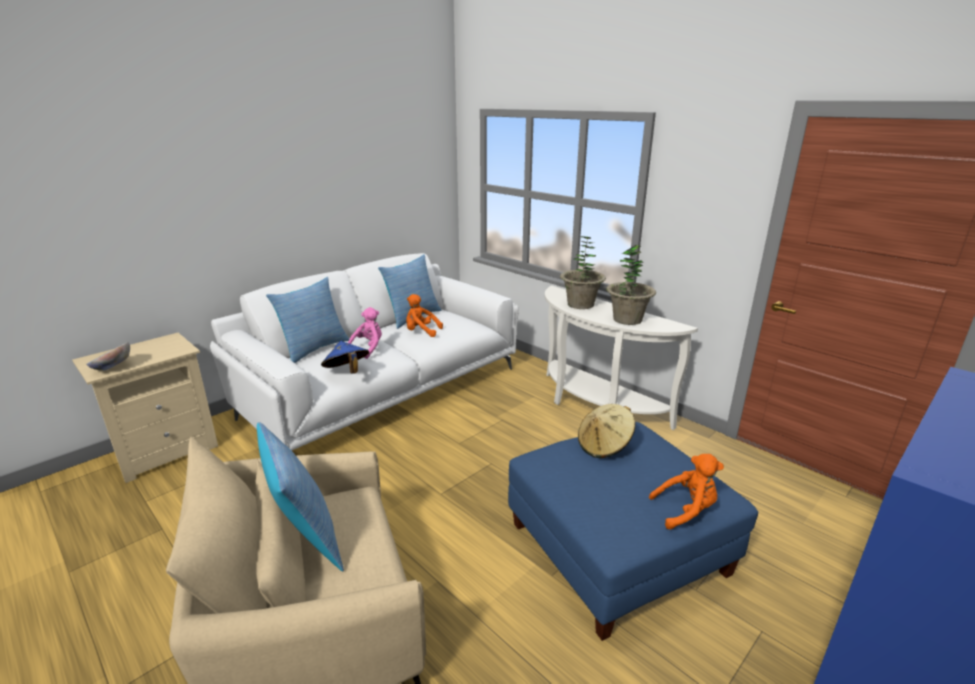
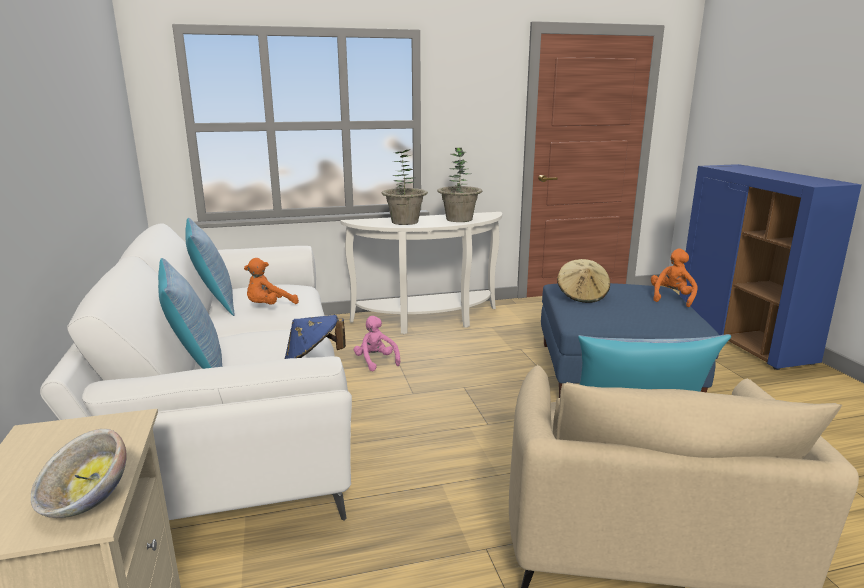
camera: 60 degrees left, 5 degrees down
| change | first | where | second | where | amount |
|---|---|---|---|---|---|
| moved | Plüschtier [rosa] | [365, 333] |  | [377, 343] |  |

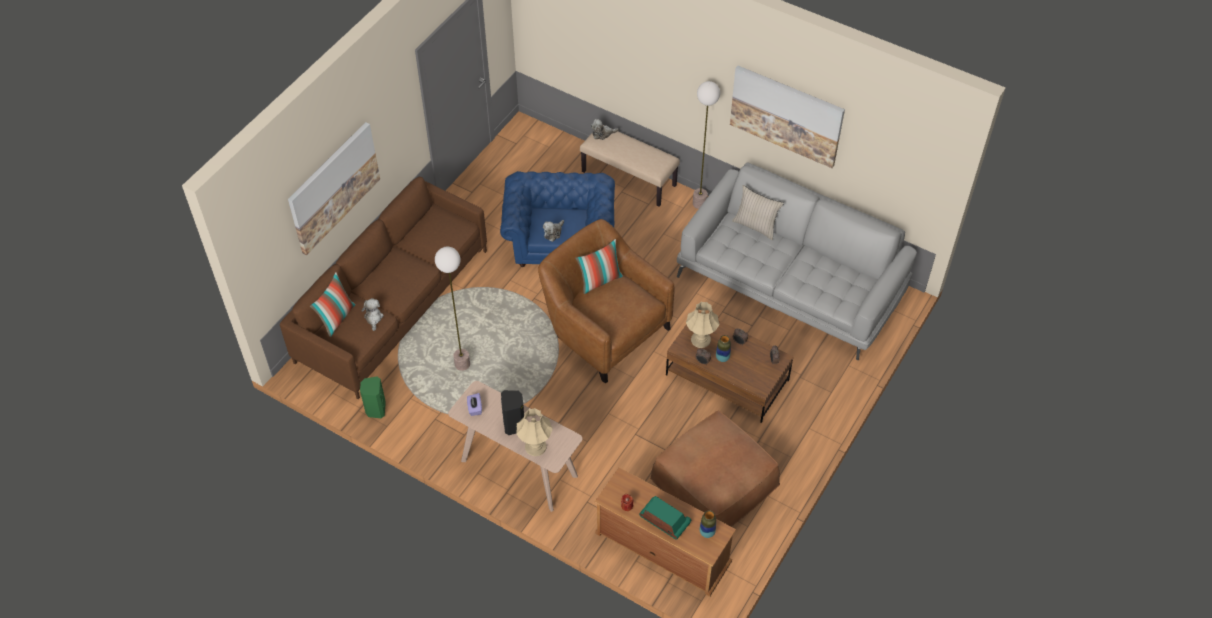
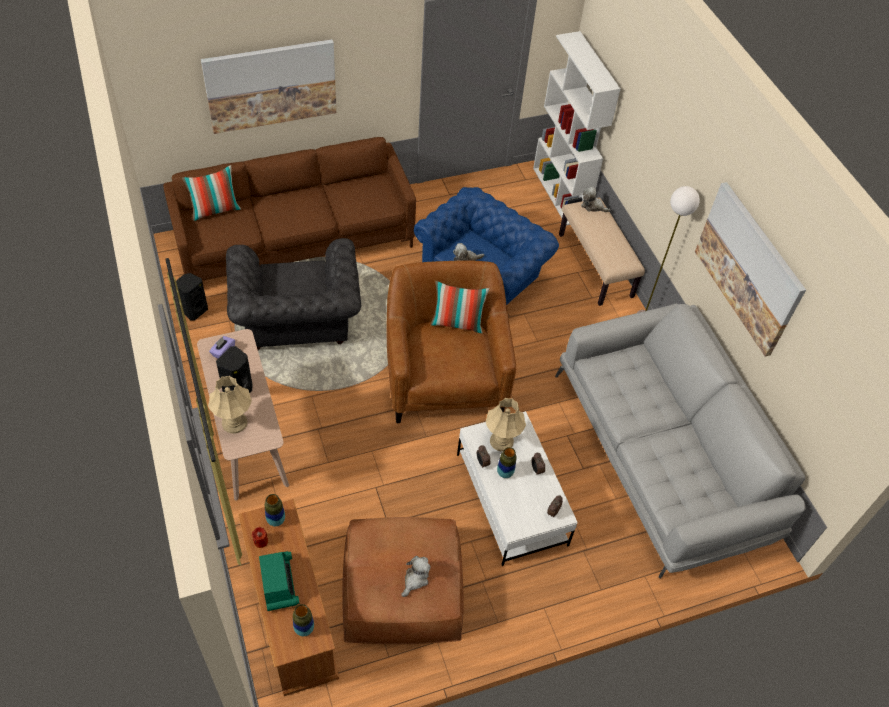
camera: 35 degrees right, 0 degrees up
| change | first | where | second | where | amount |
|---|---|---|---|---|---|
| recoloured | Lautsprecher [grün] | [373, 397] | Lautsprecher [schwarz] | [192, 296] |  |
| replaced | Stehlampe | [452, 309] | Sessel [grau] | [293, 294] |  |
| added |  |  | Vase | [275, 510] |  |
| moved | Plüschtier | [373, 314] |  | [416, 576] |  |
| recoloured | Couchtisch [braun] | [730, 367] | Couchtisch [weiß] | [517, 488] |  |
| added |  |  | Bücherregal [weiß] | [577, 128] |  |
| removed | Kissen [beige] | [758, 212] |  |  |  |

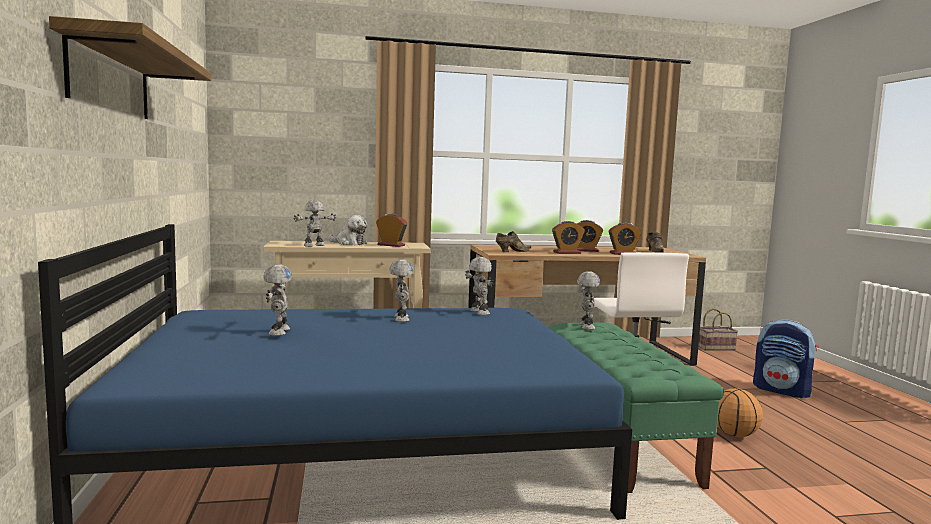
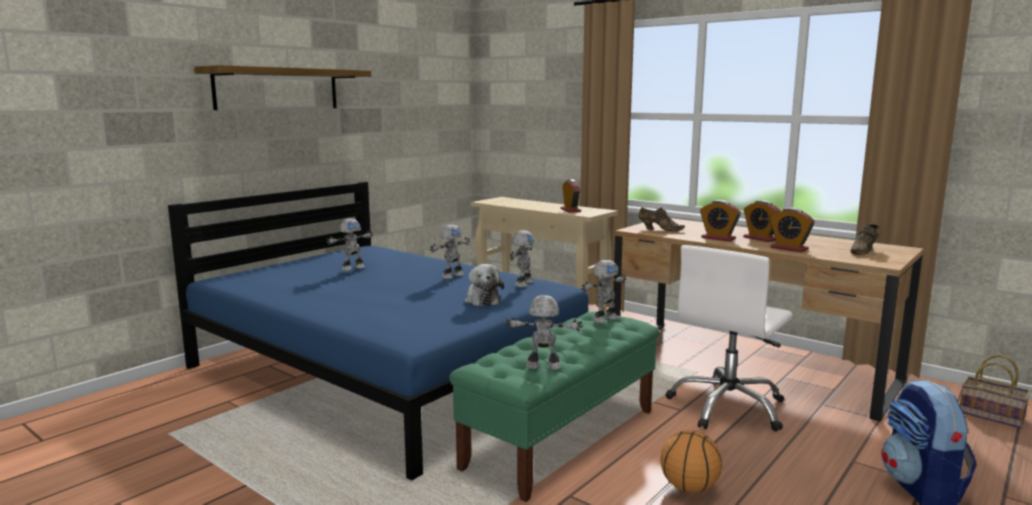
camera: 50 degrees right, 5 degrees up
| change | first | where | second | where | amount |
|---|---|---|---|---|---|
| moved | Plüschtier | [348, 230] |  | [484, 285] |  |
| moved | Spielzeugroboter | [314, 223] |  | [544, 332] |  |

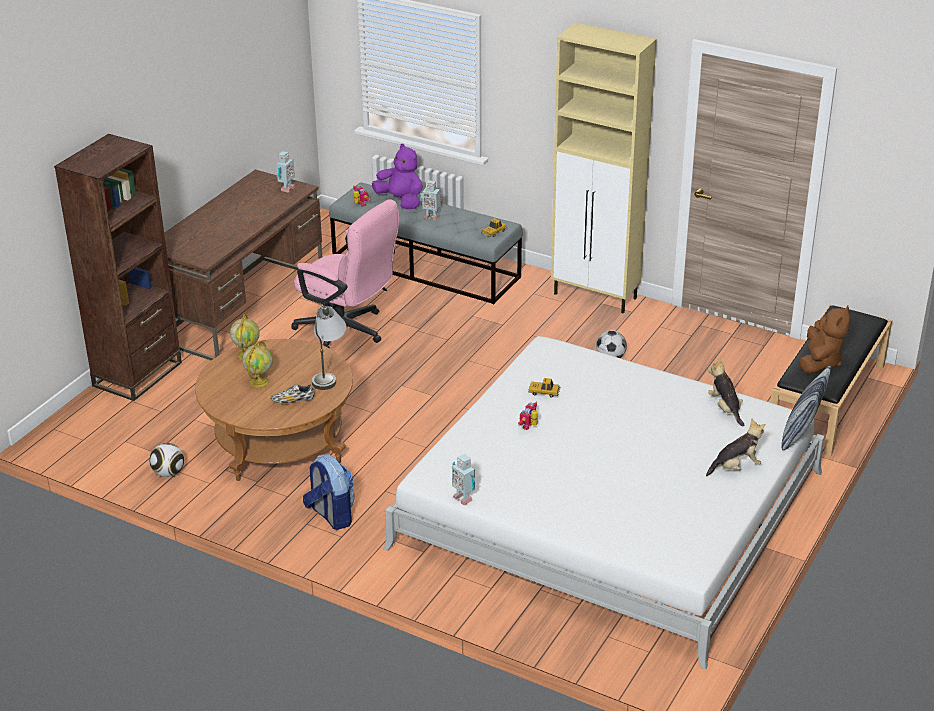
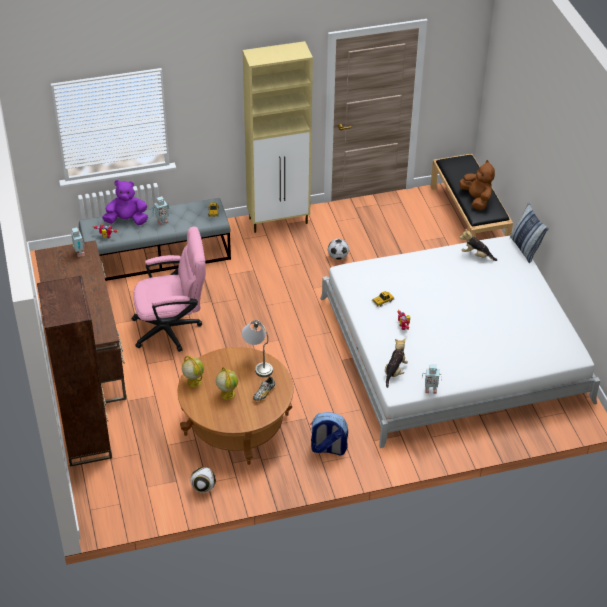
camera: 45 degrees left, 10 degrees up
| change | first | where | second | where | amount |
|---|---|---|---|---|---|
| moved | Plüschtier | [736, 447] |  | [396, 363] |  |

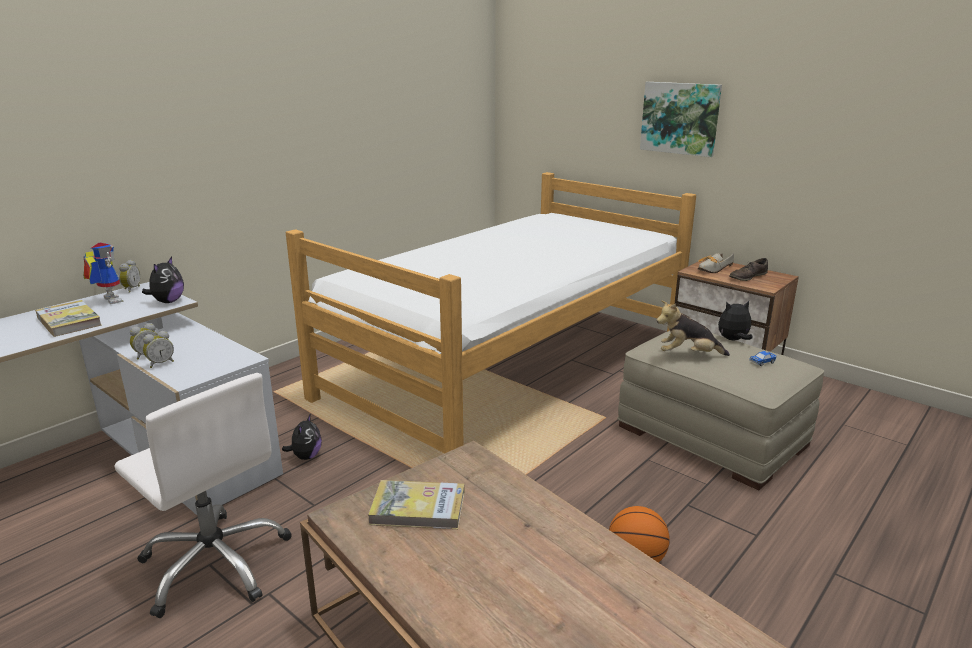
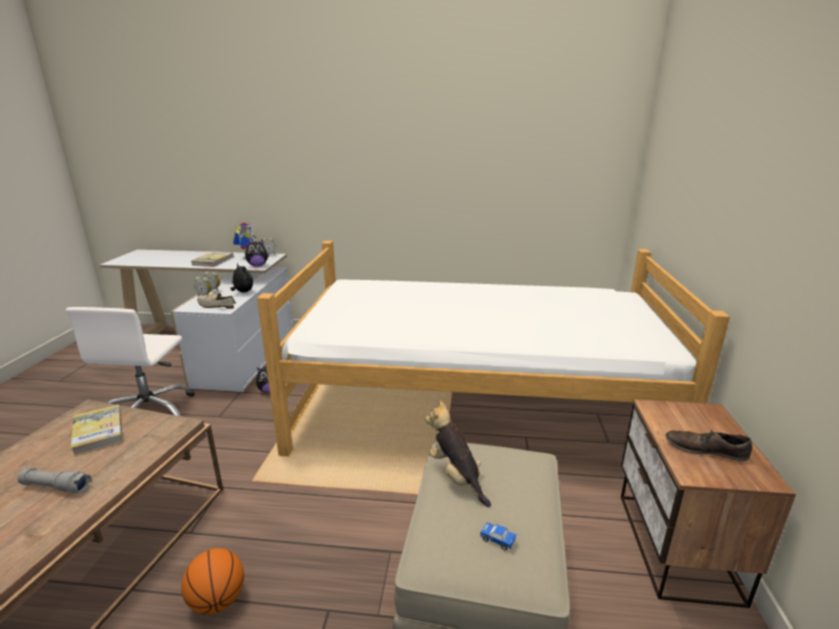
camera: 55 degrees right, 0 degrees up
| change | first | where | second | where | amount |
|---|---|---|---|---|---|
| added |  |  | Taschenlampe [grau] | [55, 480] |  |
| moved | Schuh | [716, 262] |  | [216, 301] |  |
| moved | Plüschtier | [735, 320] |  | [241, 278] |  |
| removed | Bild | [681, 119] |  |  |  |

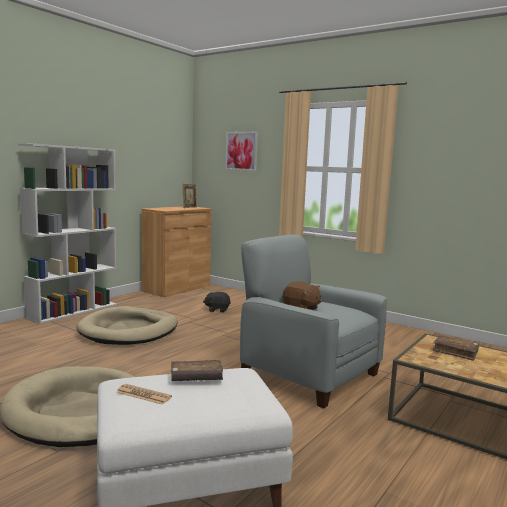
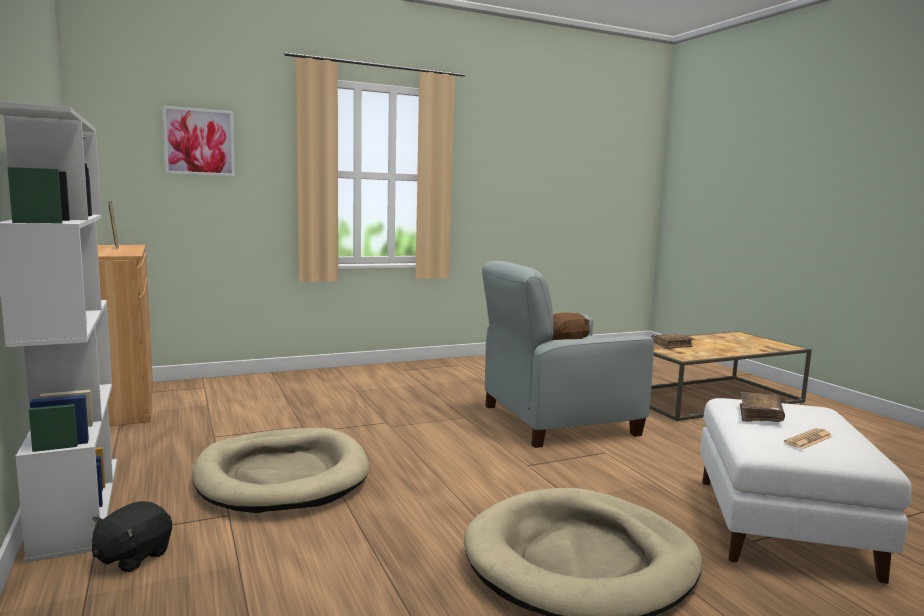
camera: 60 degrees left, 0 degrees up
| change | first | where | second | where | amount |
|---|---|---|---|---|---|
| moved | Plüschtier [schwarz] | [217, 302] |  | [132, 537] |  |

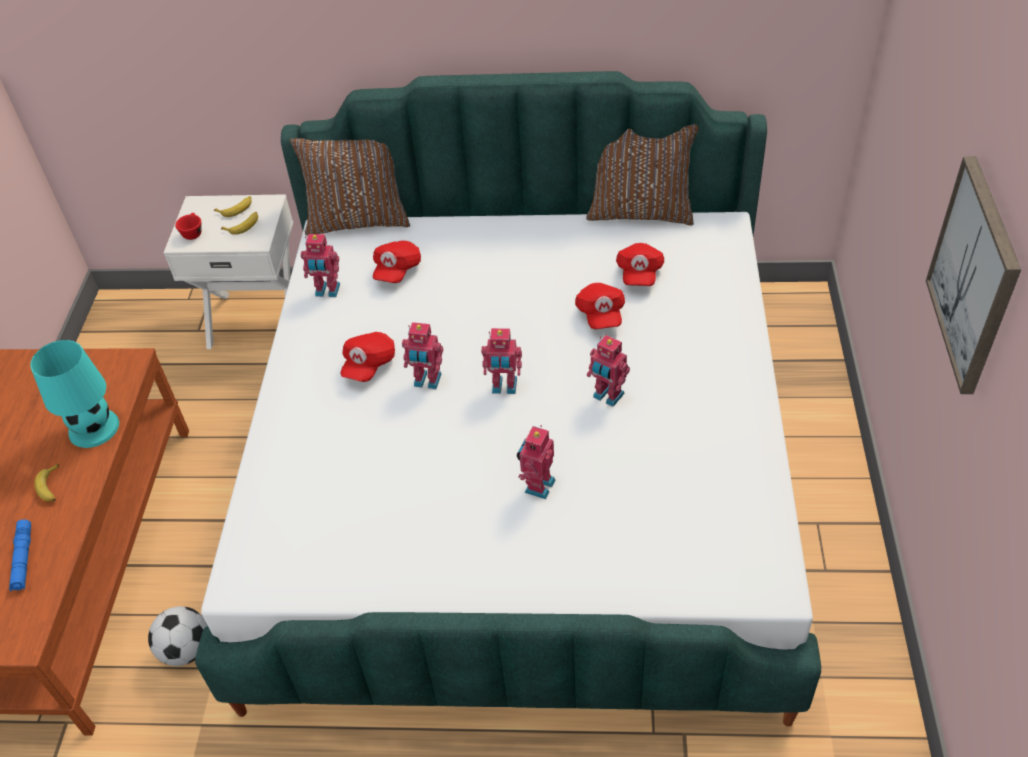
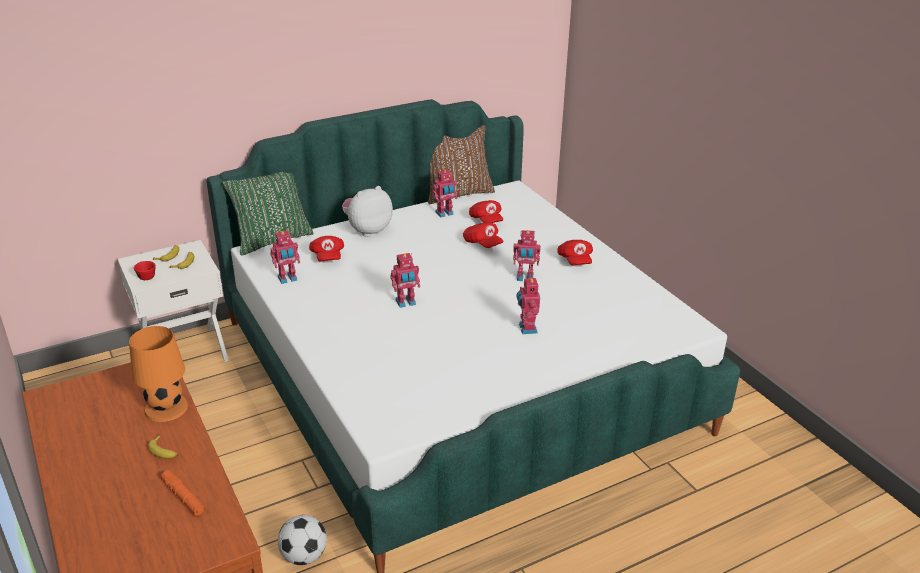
camera: 35 degrees left, 15 degrees down
| change | first | where | second | where | amount |
|---|---|---|---|---|---|
| recoloured | Tischlampe [türkis] | [74, 394] | Tischlampe [orange] | [158, 374] |  |
| recoloured | Taschenlampe [blau] | [20, 555] | Taschenlampe [orange] | [183, 493] |  |
| recoloured | Kissen [braun] | [350, 187] | Kissen [grün] | [268, 214] |  |
| added |  |  | Plüschtier | [367, 211] |  |
| moved | Spielzeugroboter | [501, 361] |  | [445, 193] |  |
| moved | Kappe [rot] | [368, 357] |  | [575, 253] |  |
| removed | Bild | [974, 275] |  |  |  |

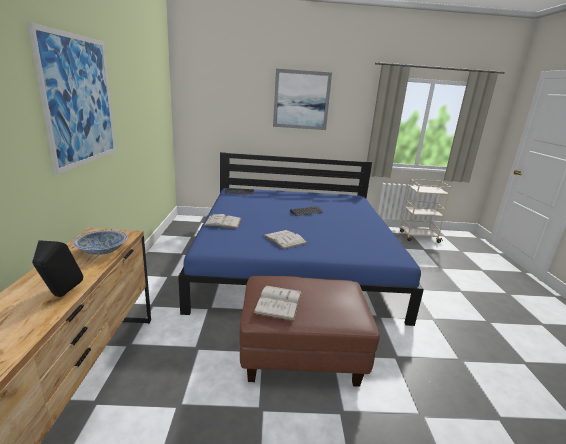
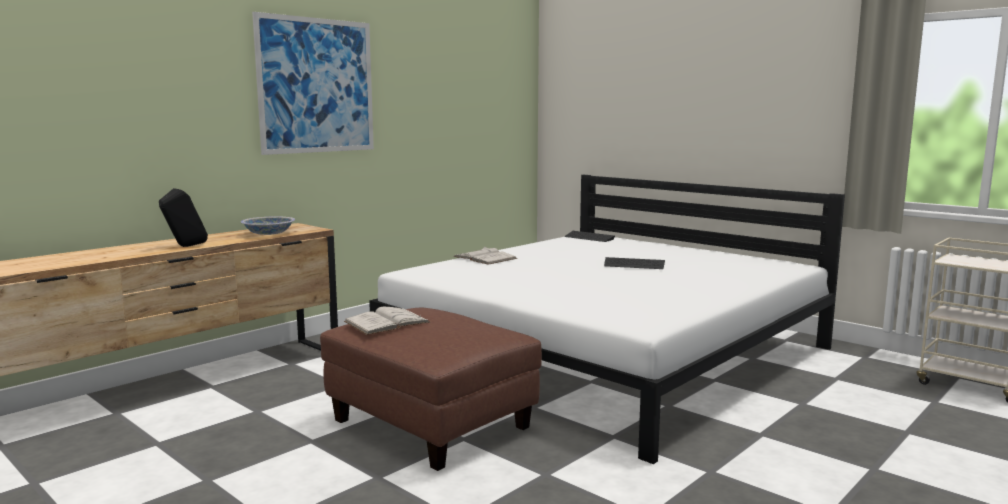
camera: 45 degrees right, 10 degrees down
| change | first | where | second | where | amount |
|---|---|---|---|---|---|
| recoloured | Bett [blau] | [301, 239] | Bett [weiß] | [607, 319] |  |
| removed | Buch [weiß] | [285, 239] |  |  |  |
| removed | Bild | [302, 99] |  |  |  |

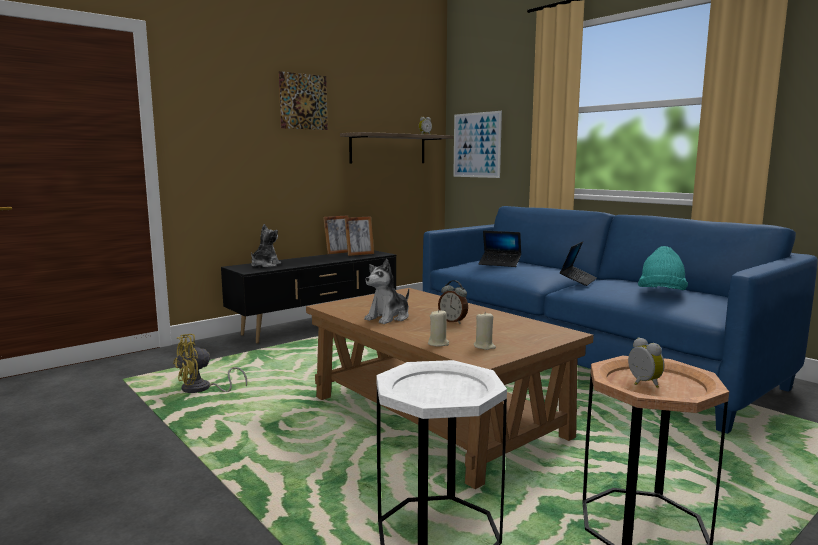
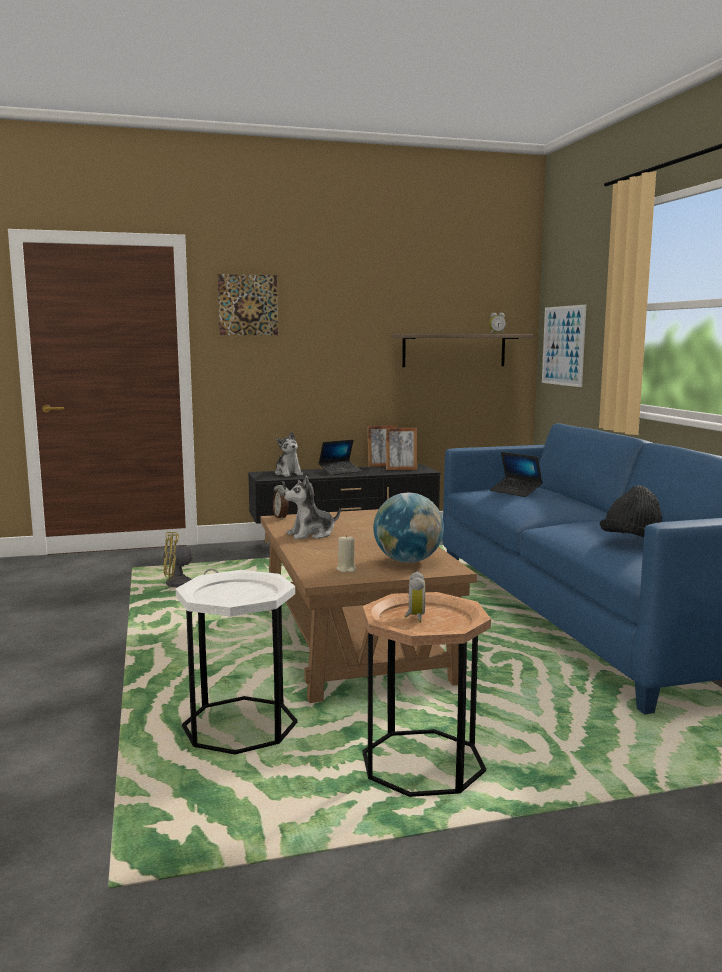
camera: 25 degrees right, 0 degrees up
| change | first | where | second | where | amount |
|---|---|---|---|---|---|
| moved | Bild | [303, 100] |  | [248, 304] |  |
| moved | Wecker | [453, 302] |  | [281, 500] |  |
| turned | Plüschtier | [266, 245] |  | [289, 454] | 105 degrees clockwise |
| moved | Laptop | [578, 263] |  | [340, 457] |  |
| added |  |  | Globus | [408, 528] |  |
| recoloured | Hut [türkis] | [663, 268] | Hut [schwarz] | [631, 511] |  |
| removed | Kerze [beige] | [438, 327] |  |  |  |

